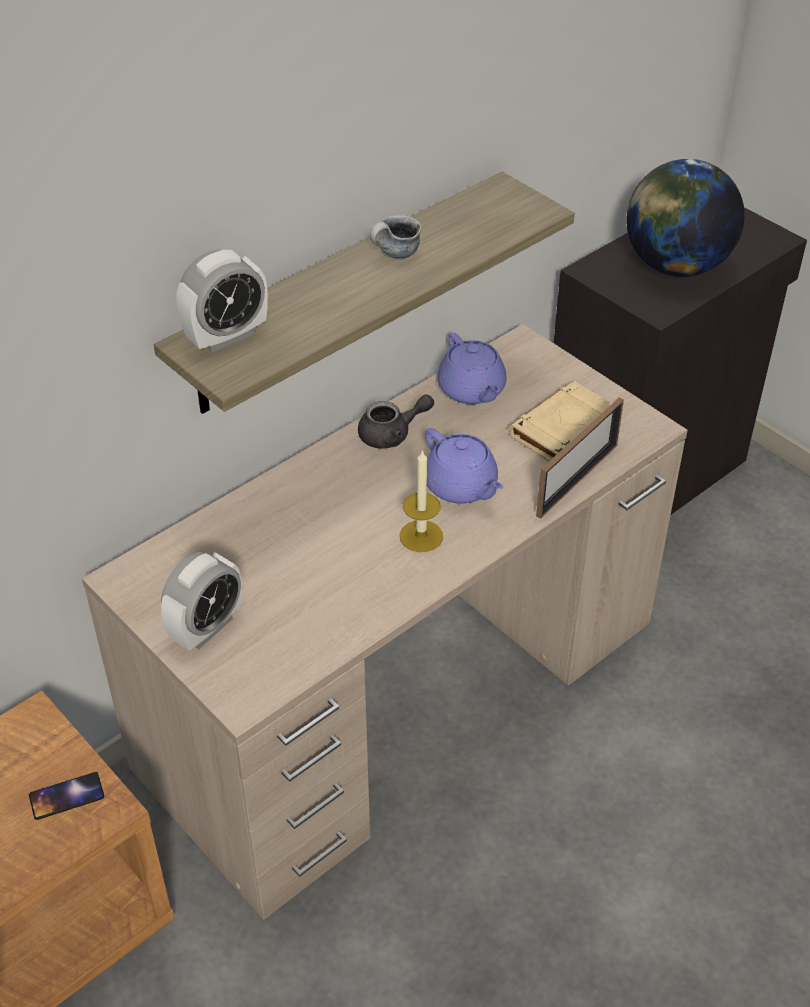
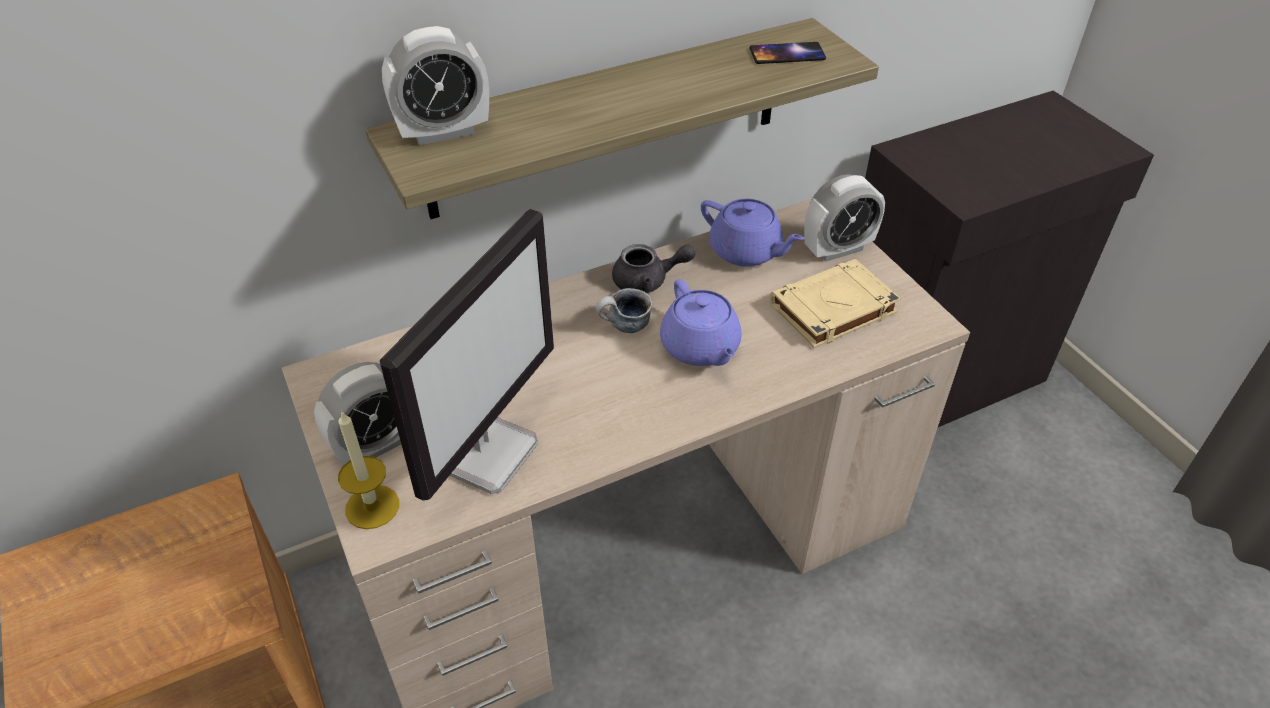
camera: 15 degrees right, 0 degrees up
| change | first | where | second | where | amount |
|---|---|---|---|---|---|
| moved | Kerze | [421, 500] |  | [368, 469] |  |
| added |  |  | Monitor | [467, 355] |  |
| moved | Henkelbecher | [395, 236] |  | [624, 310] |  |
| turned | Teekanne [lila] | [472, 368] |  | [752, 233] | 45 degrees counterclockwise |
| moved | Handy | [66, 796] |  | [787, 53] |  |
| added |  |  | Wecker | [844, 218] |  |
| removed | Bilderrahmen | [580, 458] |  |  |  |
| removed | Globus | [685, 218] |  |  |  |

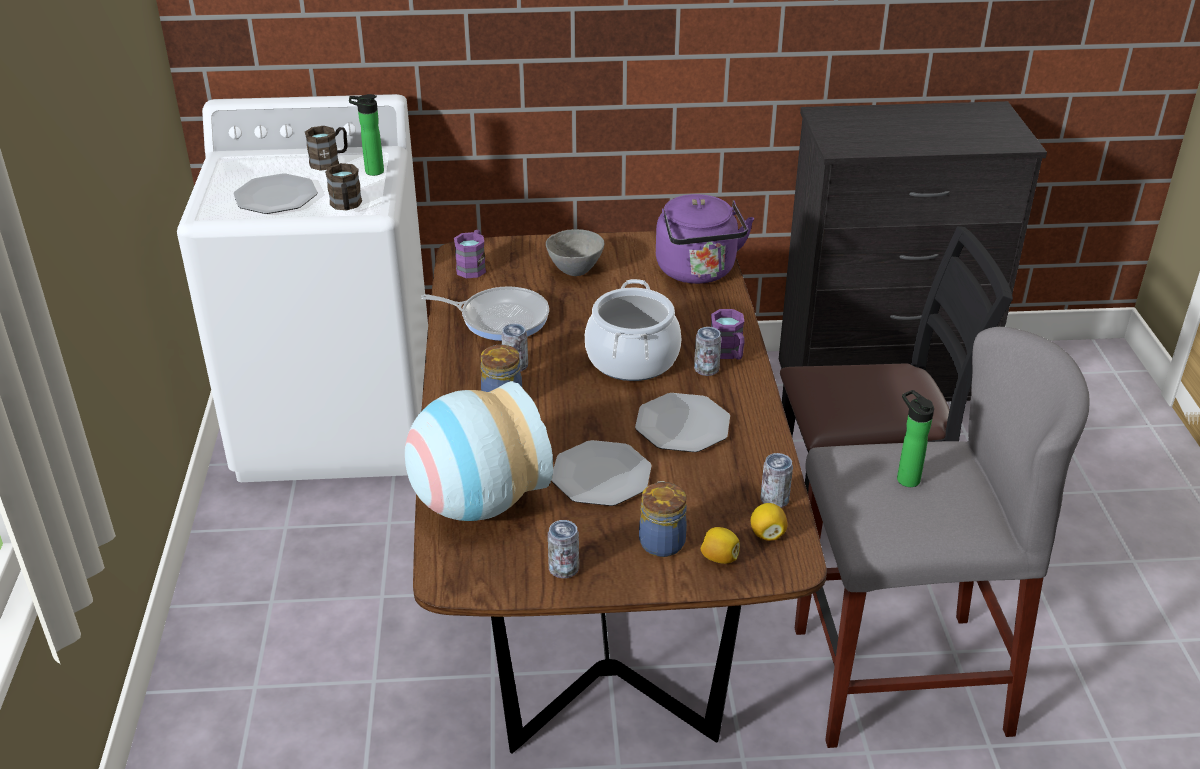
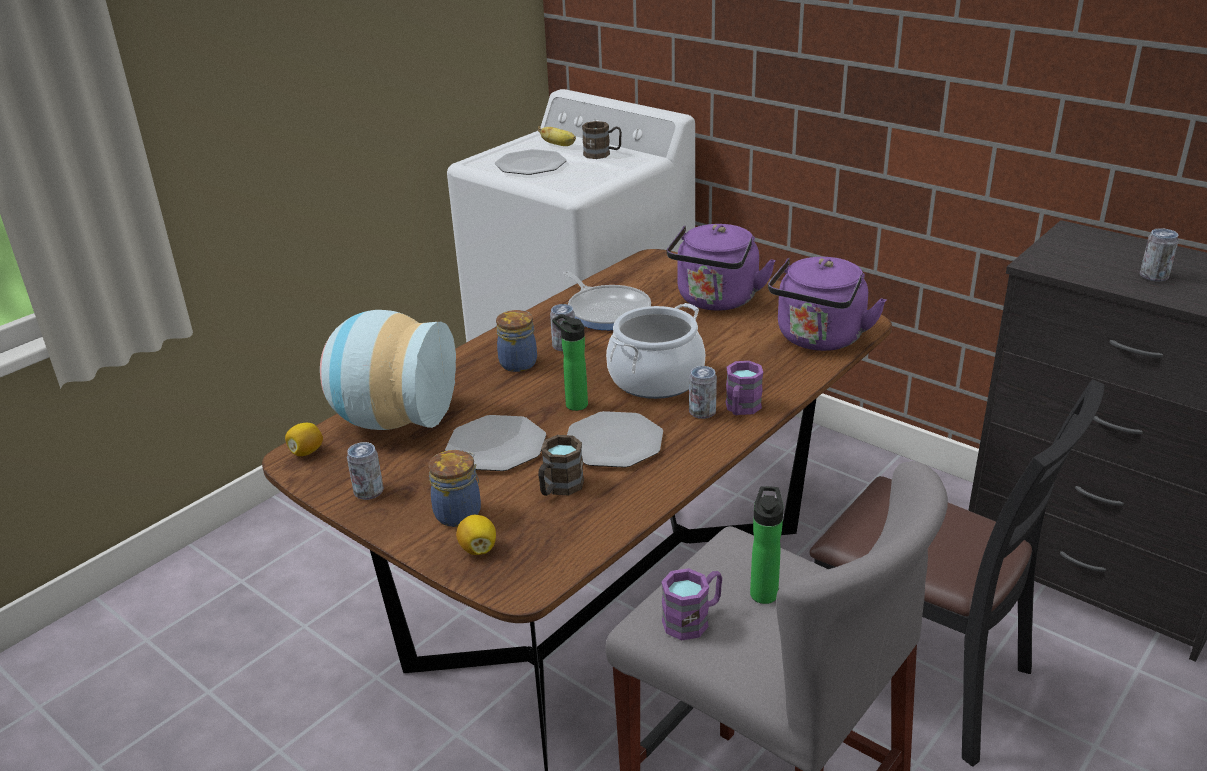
camera: 45 degrees right, 5 degrees down
| change | first | where | second | where | amount |
|---|---|---|---|---|---|
| moved | Zitrone | [769, 522] |  | [304, 439] |  |
| added |  |  | Banane | [557, 136] |  |
| moved | Henkelbecher [braun] | [343, 186] |  | [561, 465] |  |
| moved | Flasche | [366, 135] |  | [570, 362] |  |
| moved | Henkelbecher [lila] | [470, 254] |  | [692, 604] |  |
| replaced | Schüssel [grau] | [575, 252] | Wasserkessel [lila] | [721, 267] |  |
| moved | Dose | [776, 480] |  | [1159, 255] |  |

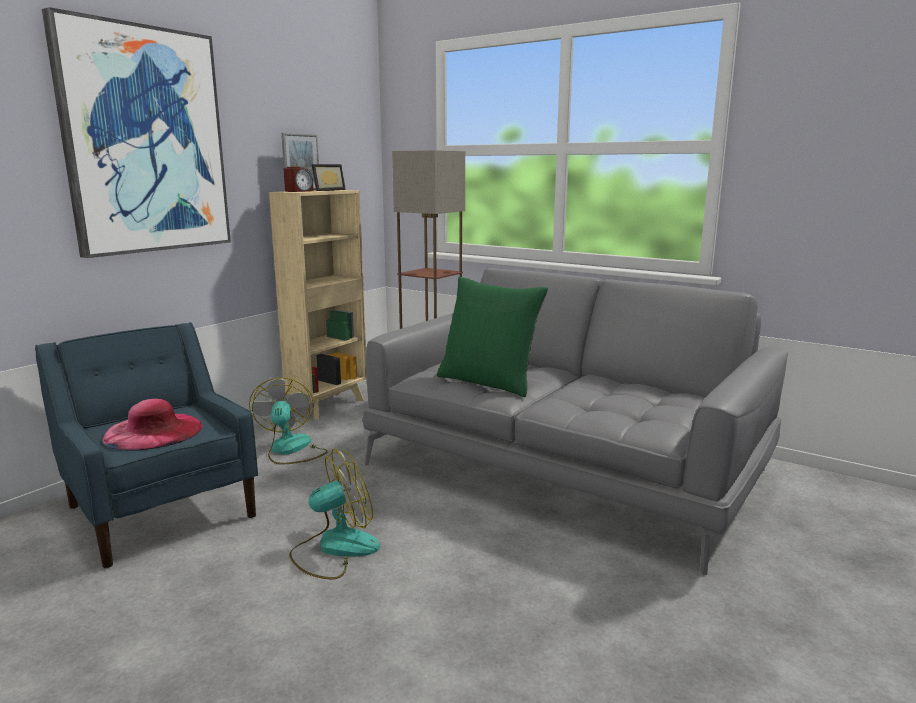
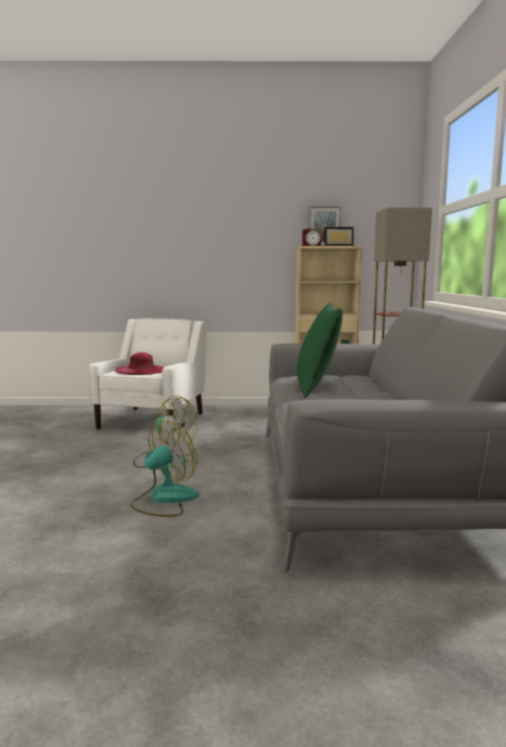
camera: 55 degrees right, 5 degrees down
| change | first | where | second | where | amount |
|---|---|---|---|---|---|
| recoloured | Sessel [blau] | [146, 445] | Sessel [weiß] | [147, 376] |  |
| moved | Ventilator | [288, 420] |  | [165, 468] |  |
| removed | Bild | [136, 132] |  |  |  |

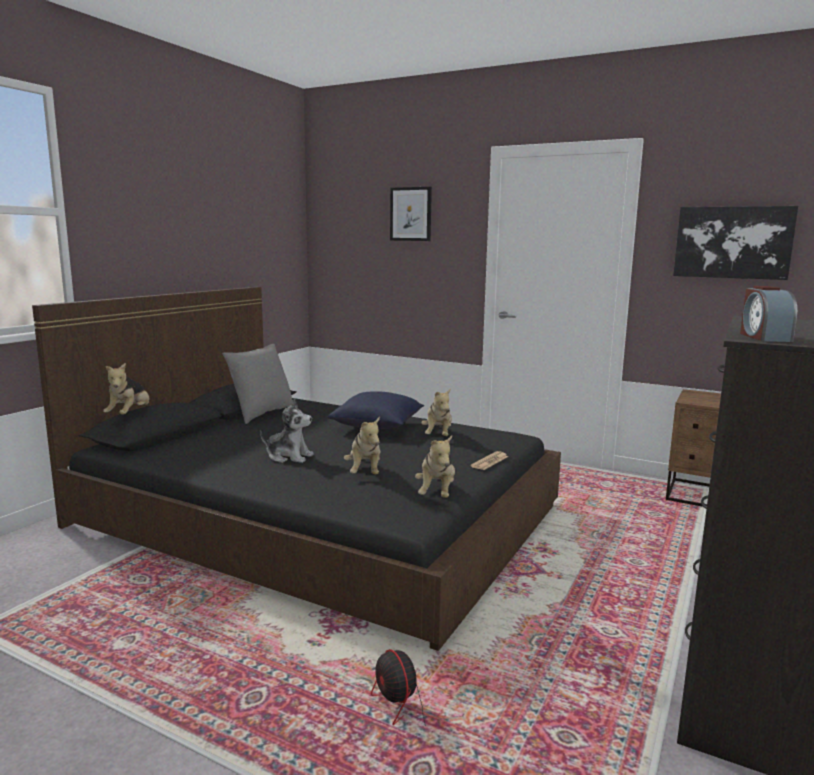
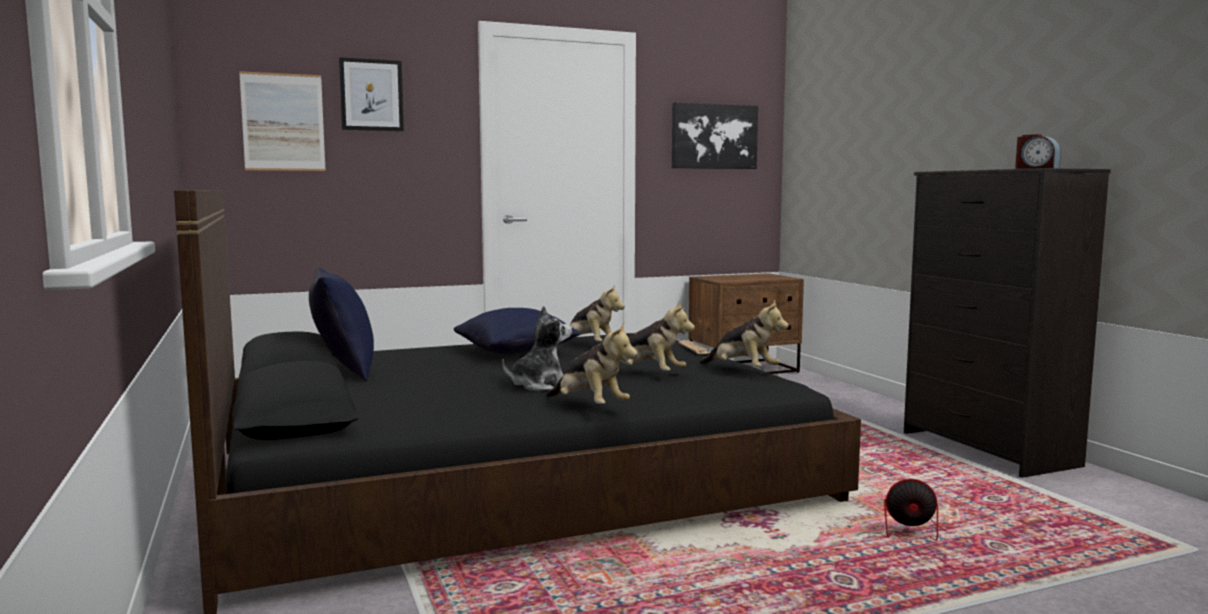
camera: 50 degrees left, 5 degrees down
| change | first | where | second | where | amount |
|---|---|---|---|---|---|
| added |  |  | Bild | [282, 121] |  |
| recoloured | Kissen [grau] | [257, 384] | Kissen [blau] | [341, 324] |  |
| moved | Plüschtier | [126, 389] |  | [592, 363] |  |

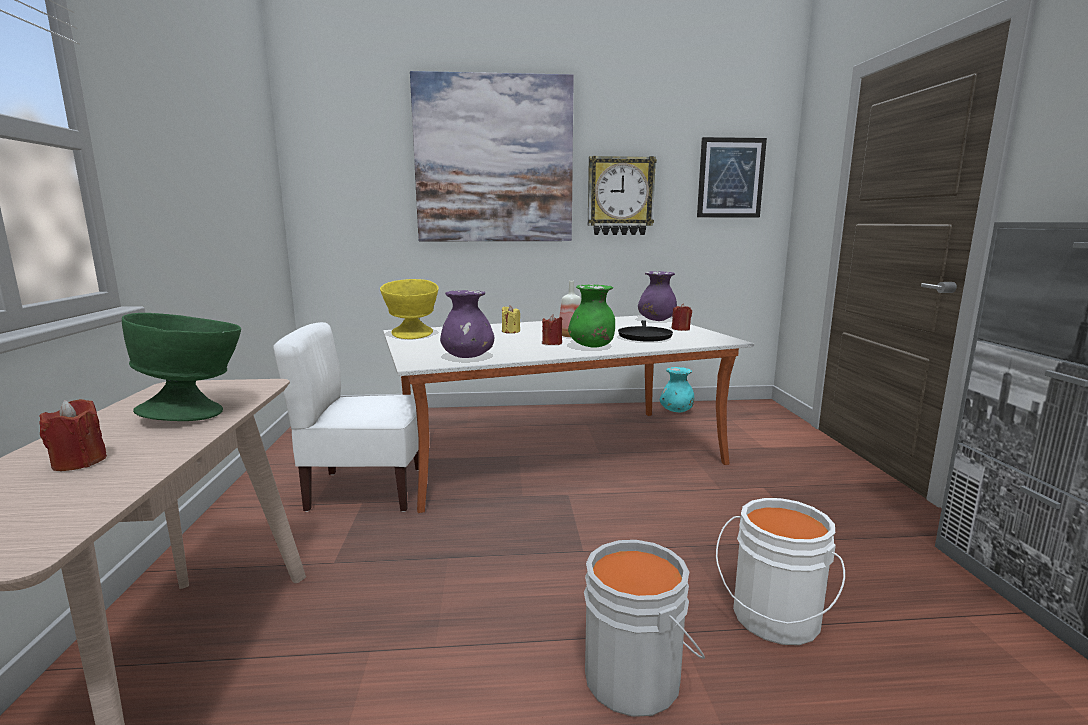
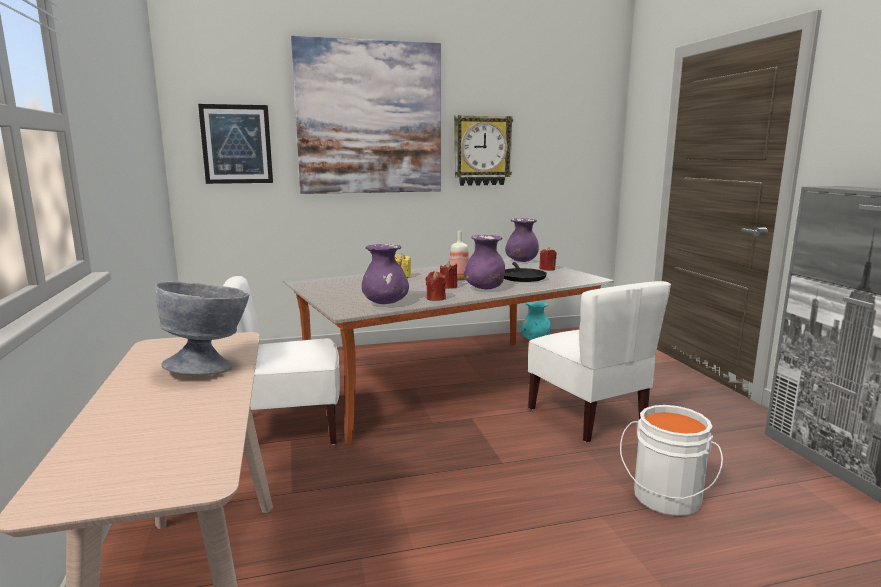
camera: 10 degrees left, 0 degrees up
| change | first | where | second | where | amount |
|---|---|---|---|---|---|
| recoloured | Schüssel [grün] | [181, 367] | Schüssel [grau] | [202, 328] |  |
| moved | Bild | [732, 177] |  | [235, 144] |  |
| moved | Kerze [rot] | [73, 435] |  | [436, 286] |  |
| recoloured | Vase [grün] | [591, 316] | Vase [lila] | [484, 262] |  |
| added |  |  | Stuhl [weiß] | [599, 362] |  |
| removed | Schüssel [gelb] | [409, 309] |  |  |  |
| removed | Eimer [grau] | [644, 628] |  |  |  |

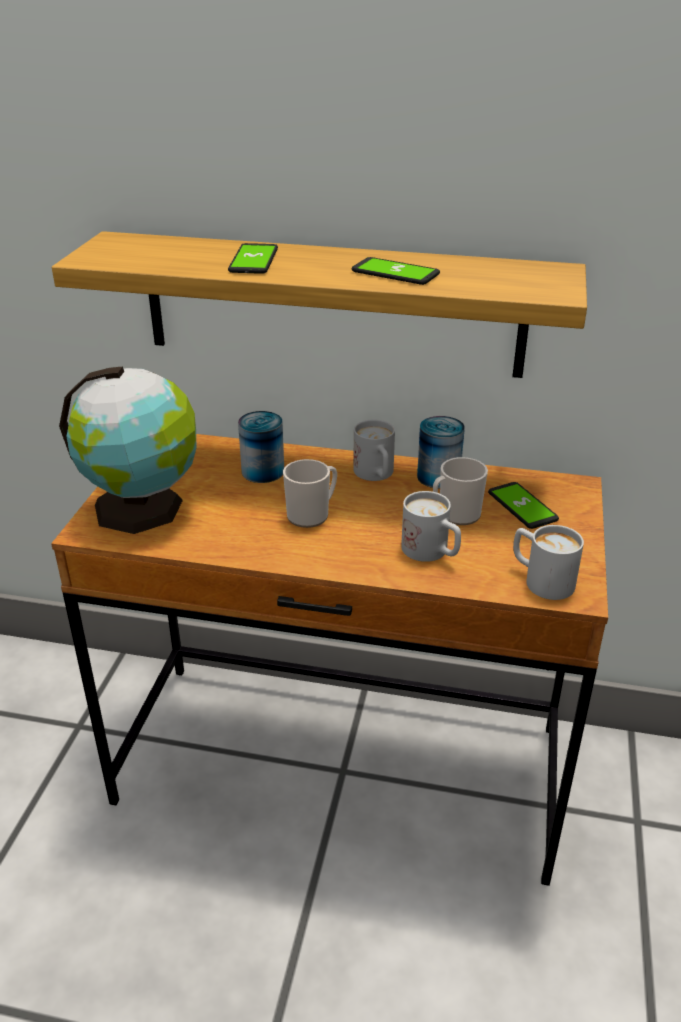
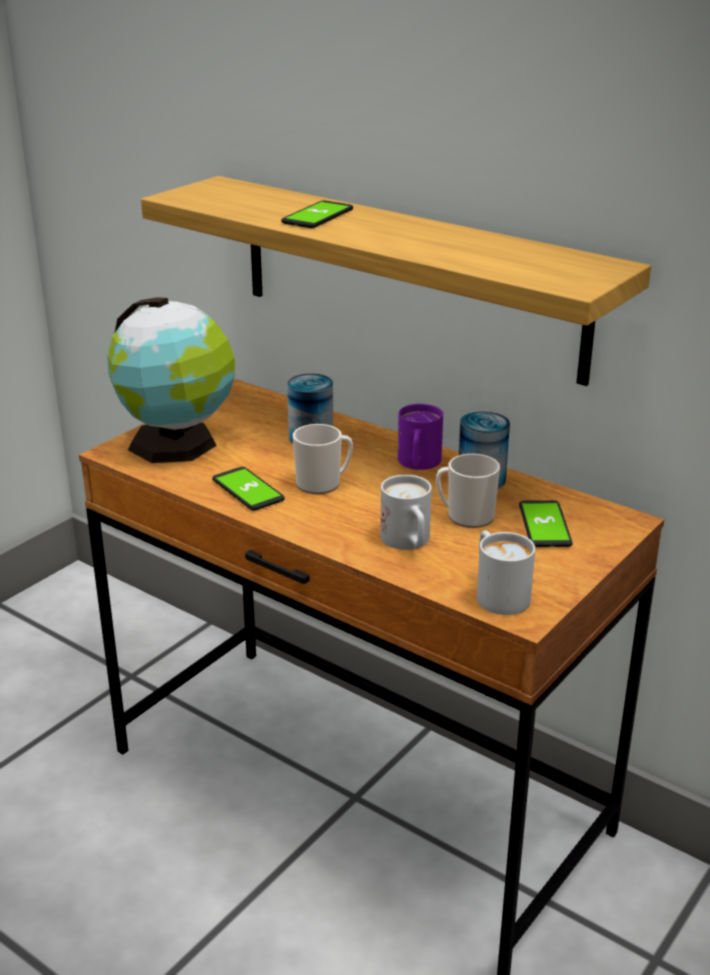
camera: 25 degrees right, 5 degrees down
| change | first | where | second | where | amount |
|---|---|---|---|---|---|
| moved | Handy | [396, 271] |  | [248, 489] |  |
| recoloured | Henkelbecher [weiß] | [374, 450] | Henkelbecher [lila] | [420, 437] |  |

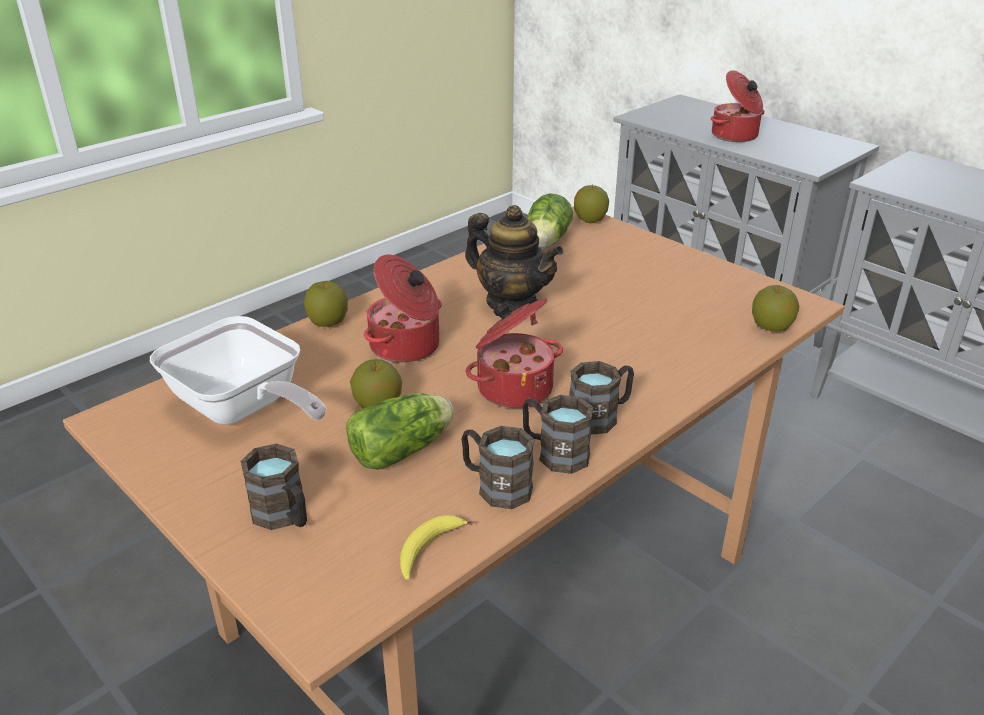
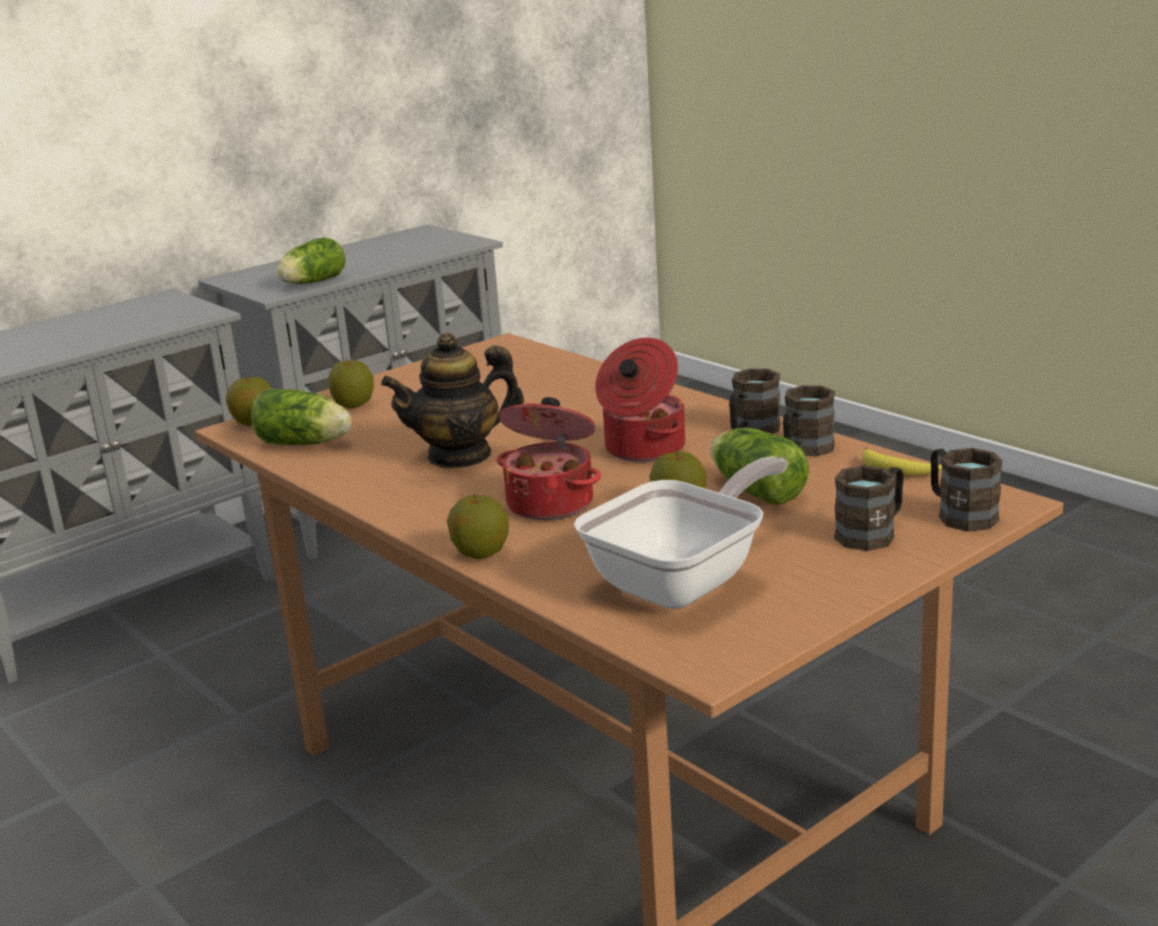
camera: 85 degrees left, 10 degrees down
| change | first | where | second | where | amount |
|---|---|---|---|---|---|
| added |  |  | Salatkopf | [310, 260] |  |
| moved | Apfel | [775, 308] |  | [350, 383] |  |
| turned | Teekanne | [514, 258] |  | [452, 400] | 150 degrees counterclockwise |
| moved | Henkelbecher [braun] | [601, 398] |  | [967, 490] |  |
| removed | Kochtopf | [738, 106] |  |  |  |

